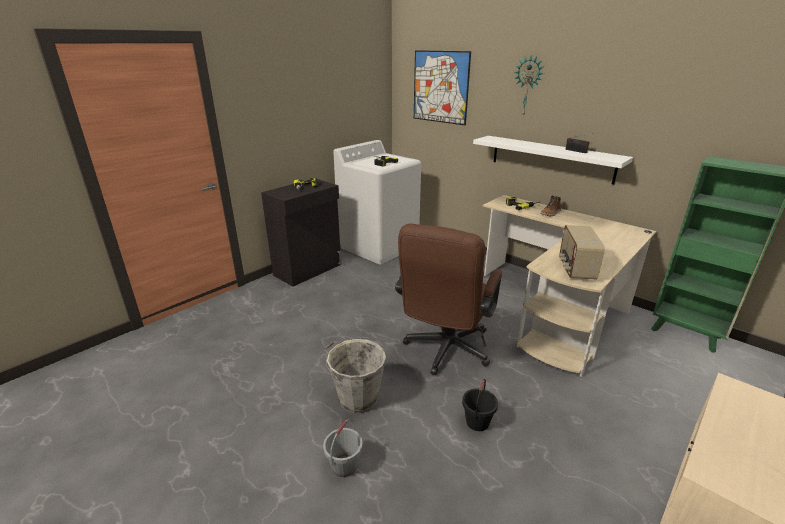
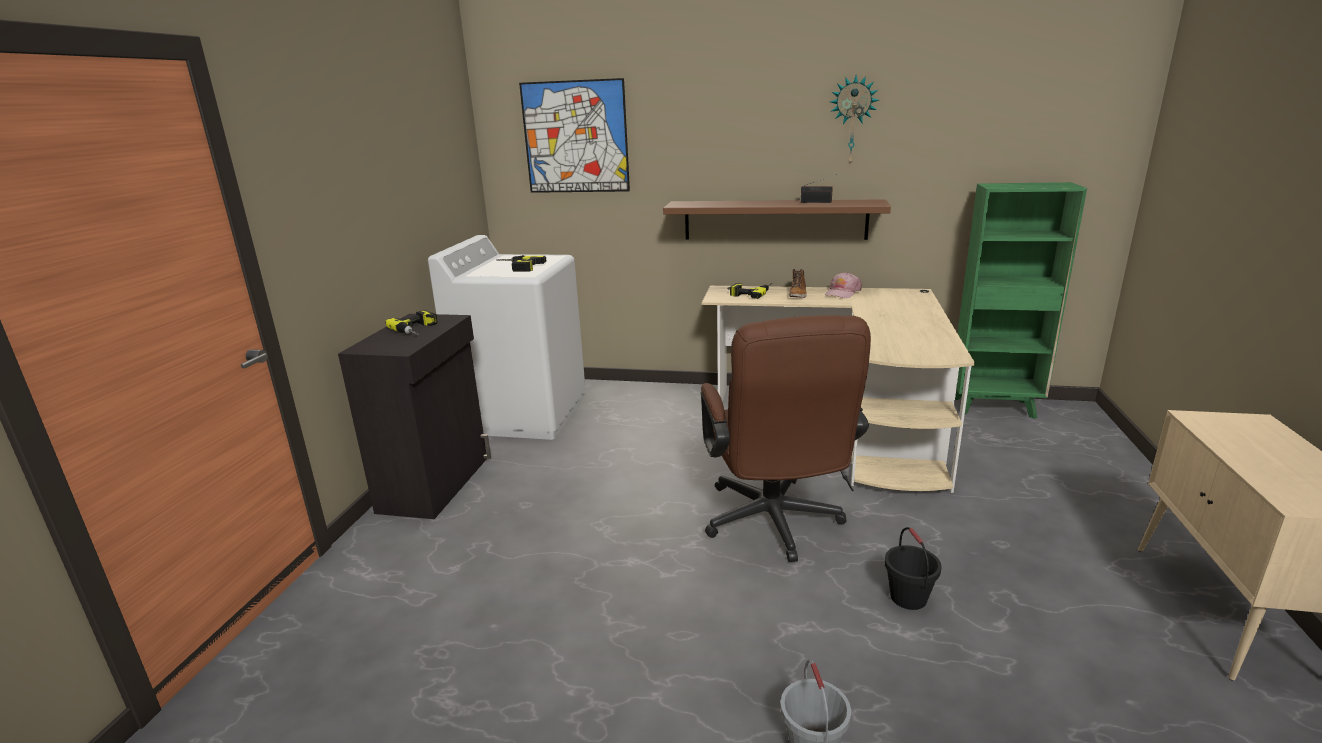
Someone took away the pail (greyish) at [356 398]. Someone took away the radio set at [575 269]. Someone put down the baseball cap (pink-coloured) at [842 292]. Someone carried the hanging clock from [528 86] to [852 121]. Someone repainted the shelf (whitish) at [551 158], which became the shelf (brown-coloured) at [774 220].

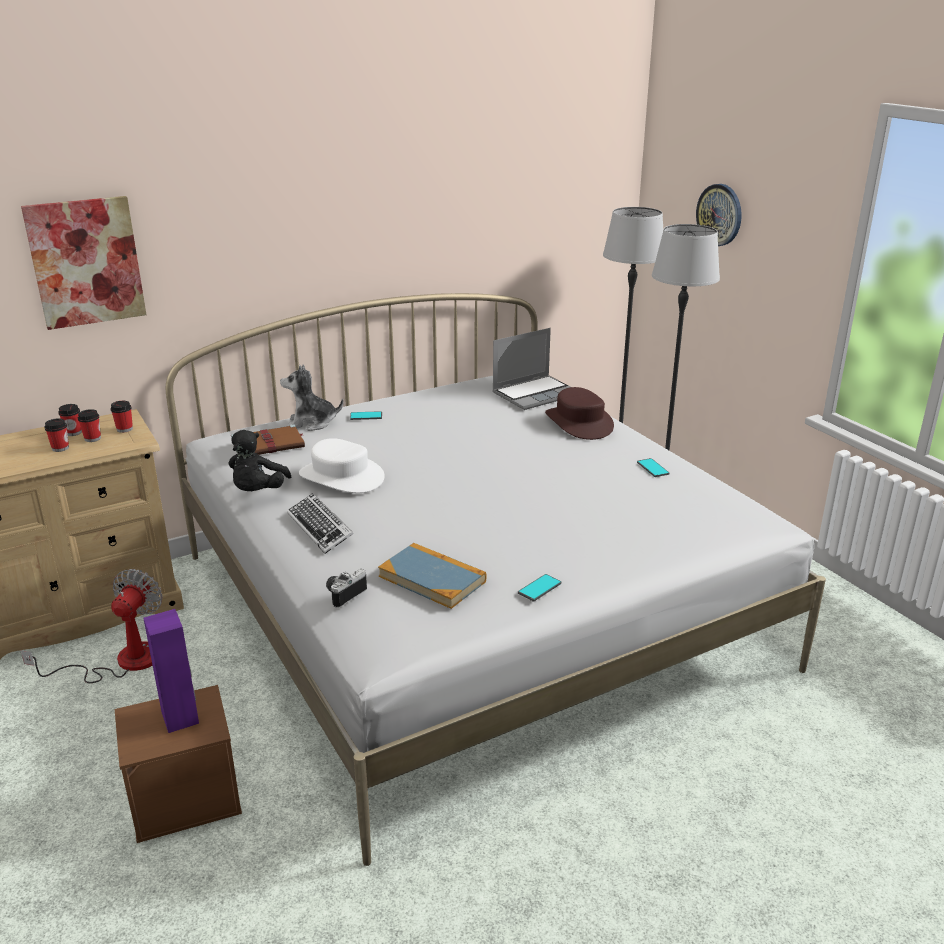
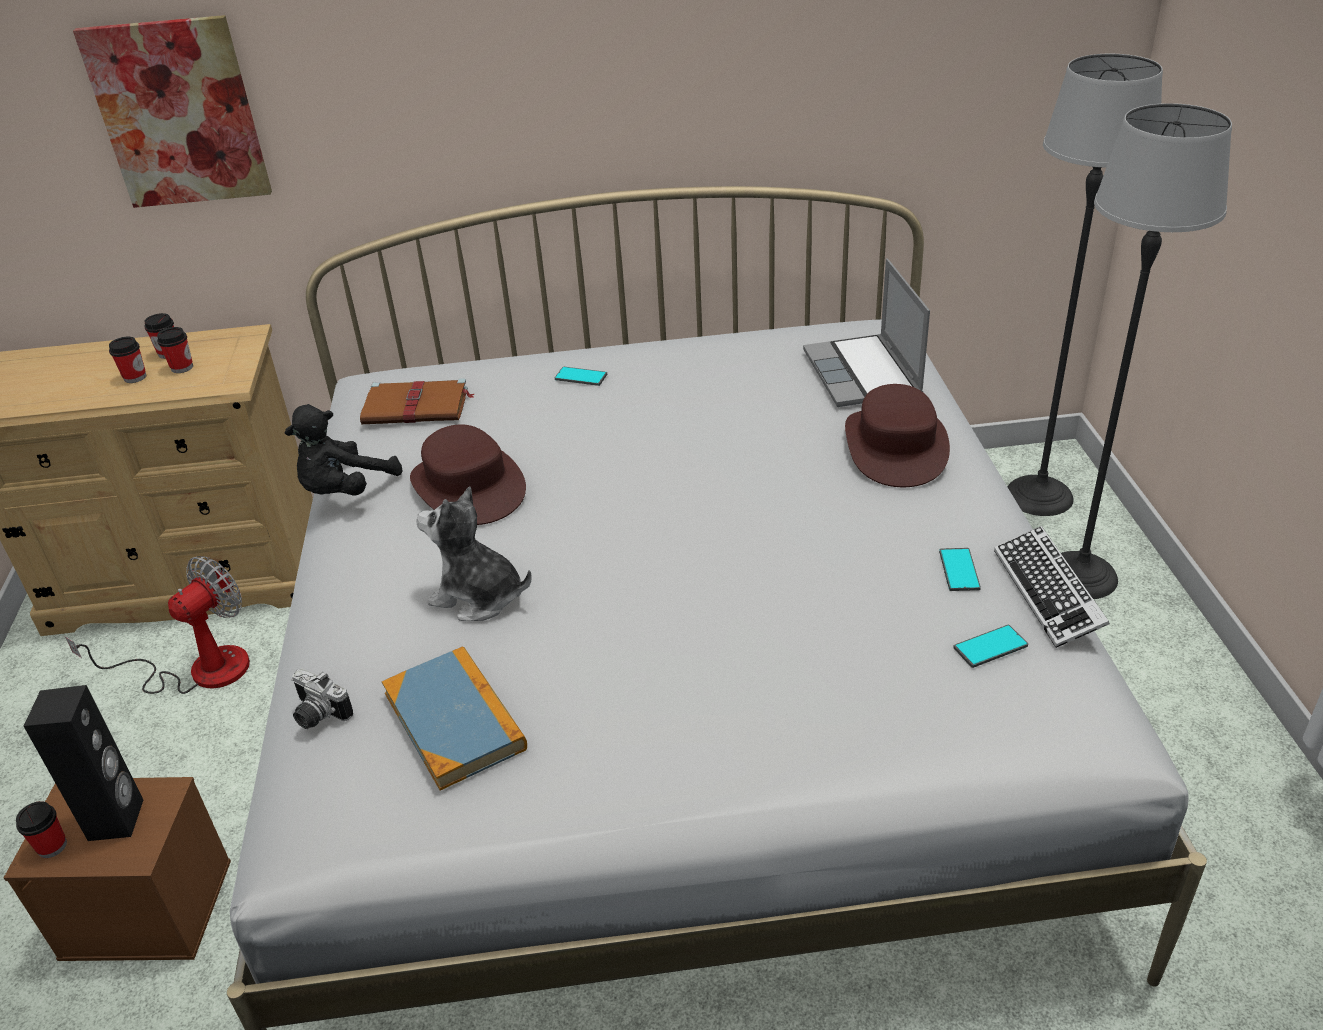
Someone took away the hanging clock at [719 214]. Someone carried the cup from [124 429] to [52 846]. Someone carried the plush toy from [311 423] to [478 597]. Someone carried the keyboard from [320 528] to [1048 593]. Someone carried the telephone from [539 588] to [990 647]. Someone repainted the speaker (purple) at [181 717], which became the speaker (black) at [117 820]. Someone repainted the hat (whitish) at [341 477], which became the hat (brown-coloured) at [467 487]. Someone rotated the still camera at [343 594] by 120 degrees counterclockwise. Someone rotated the notebook computer at [535 394] by 90 degrees clockwise.

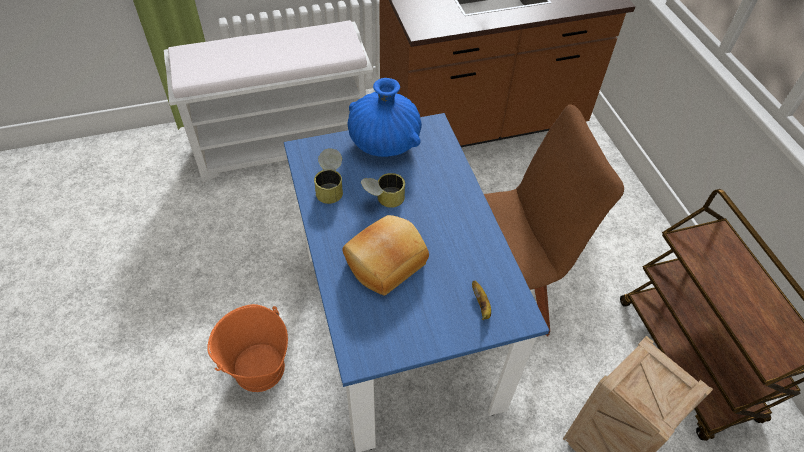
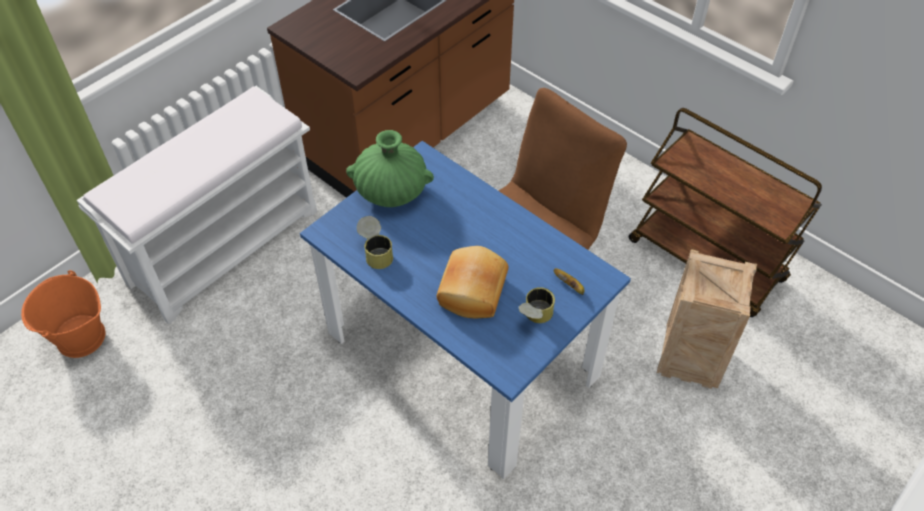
Someone carried the pail (orangey) from [258 369] to [80 338]. Someone carried the sealed can from [383 200] to [534 318]. Someone repainted the vase (blue) at [384 142], which became the vase (green) at [391 191].

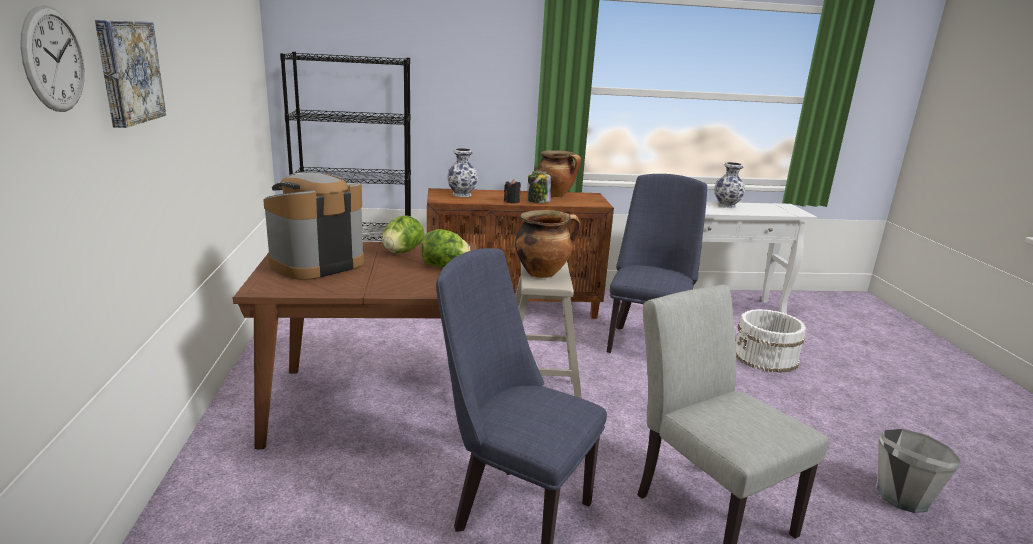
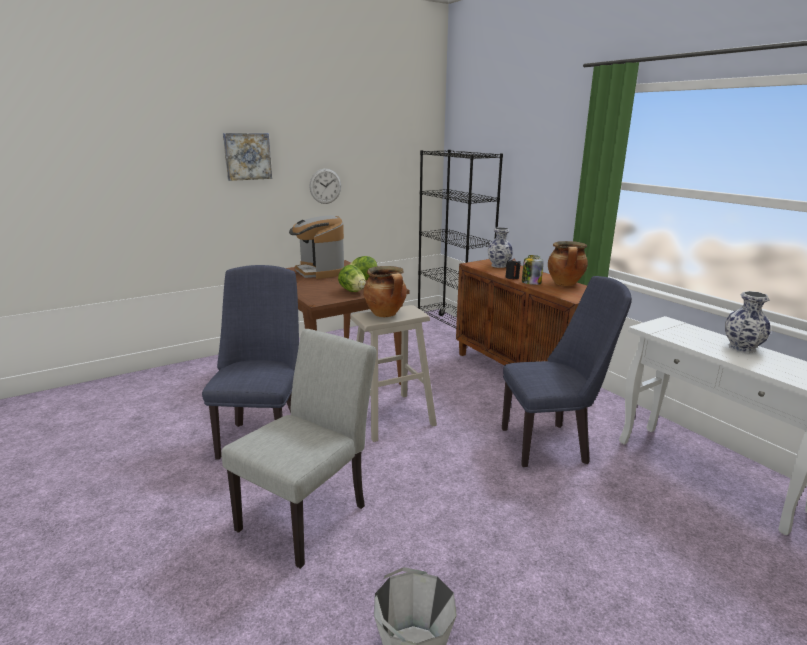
Someone took away the pail (whitish) at [765 357]. Someone carried the hanging clock from [53 59] to [325 186]. Someone rotated the coffee maker at [316 264] by 135 degrees counterclockwise.

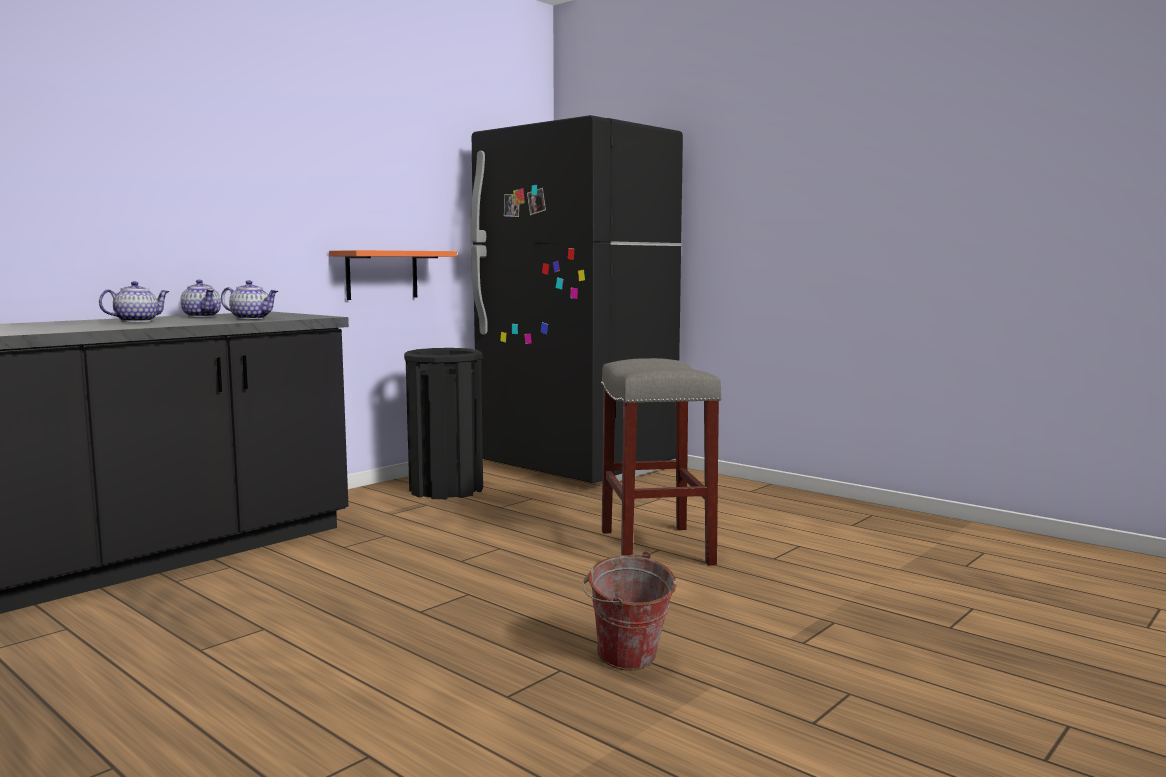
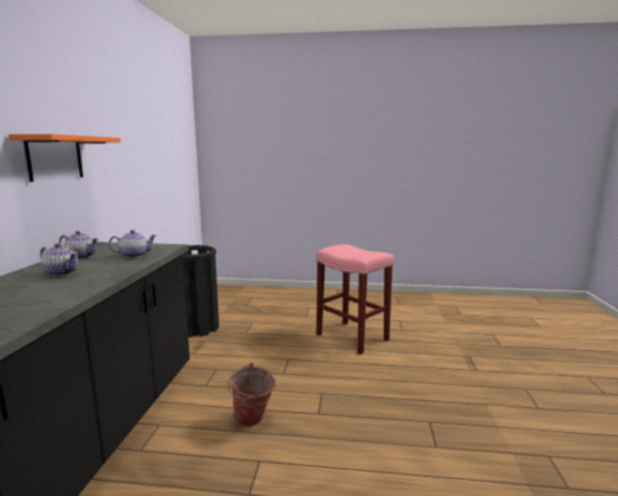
Someone took away the refrigerator (black) at [577 467]. Someone carried the shelf (orangey) from [382 274] to [55 158]. Someone carried the pail from [628 664] to [252 421]. Someone repainted the stool (greyish) at [657 548], which became the stool (pink-coloured) at [353 337]. Someone rotated the pot for tea at [137 321] by 105 degrees clockwise.

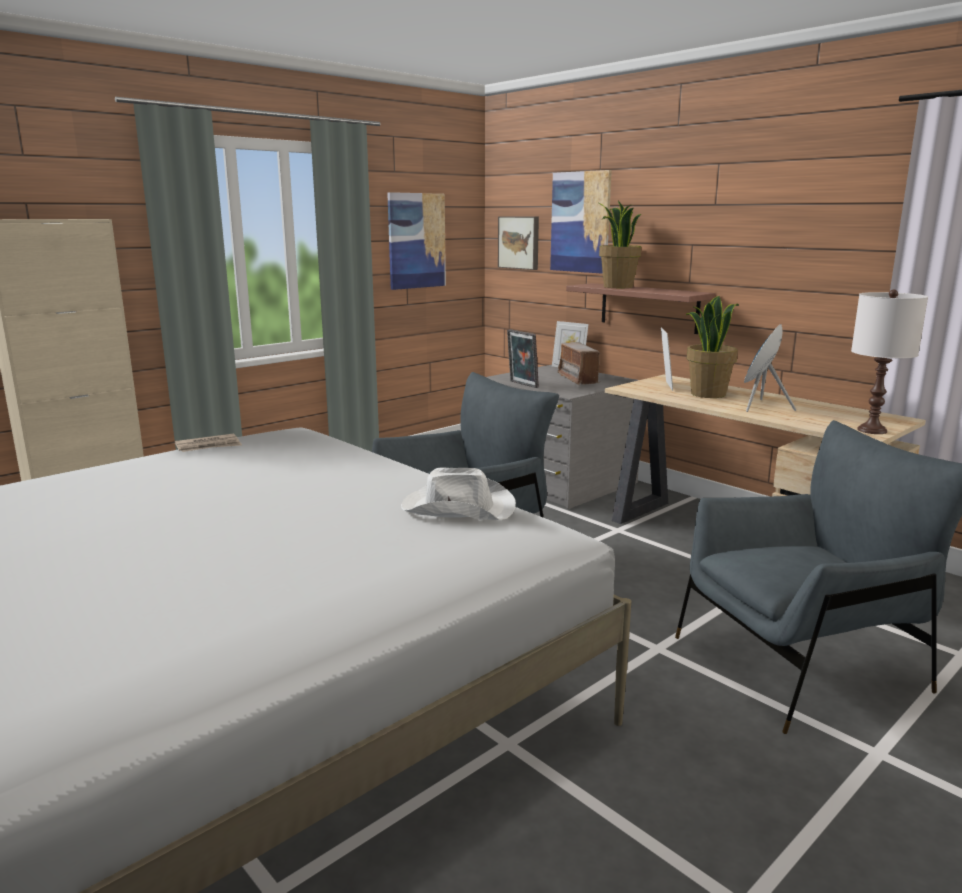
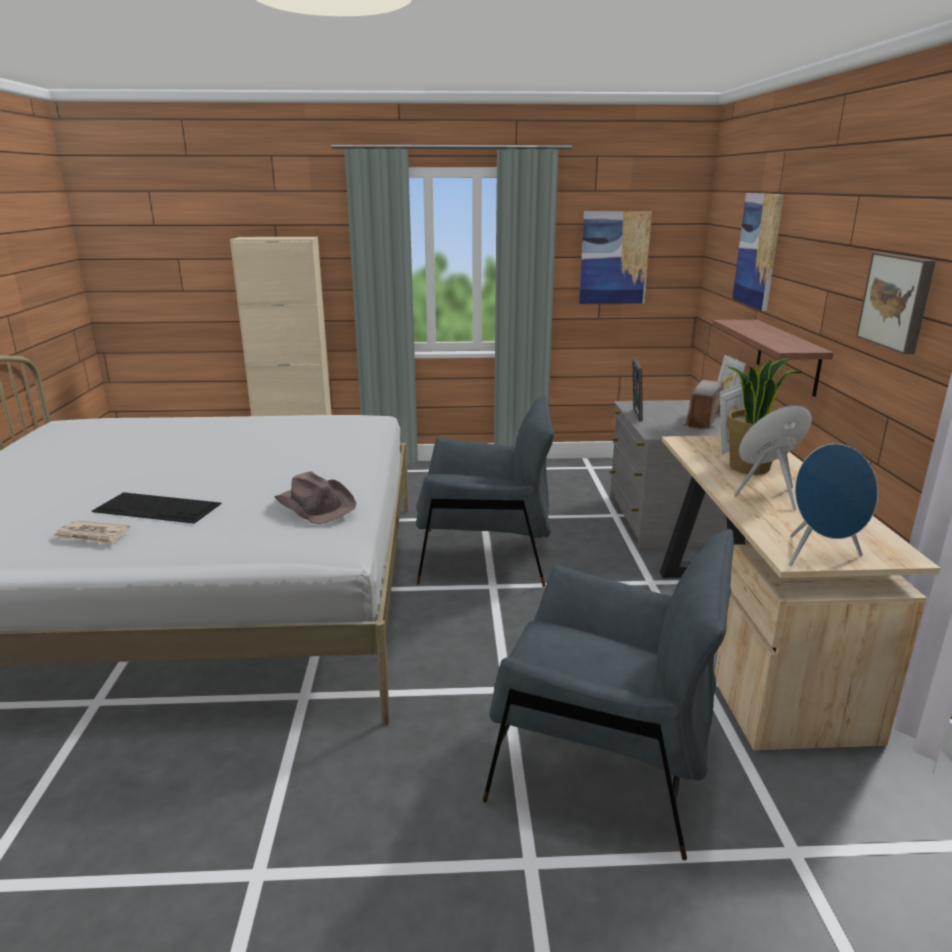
Someone took away the houseplant at [617 287]. Someone put down the keyboard at [158 507]. Someone carried the printed paper from [209 446] to [92 536]. Someone carried the wall art from [519 242] to [898 301]. Someone swapped the tabletop lamp (whitish) at [871 430] for the speaker (blue) at [820 556]. Someone repainted the hat (whitish) at [457 507], which became the hat (brown-coloured) at [316 505].

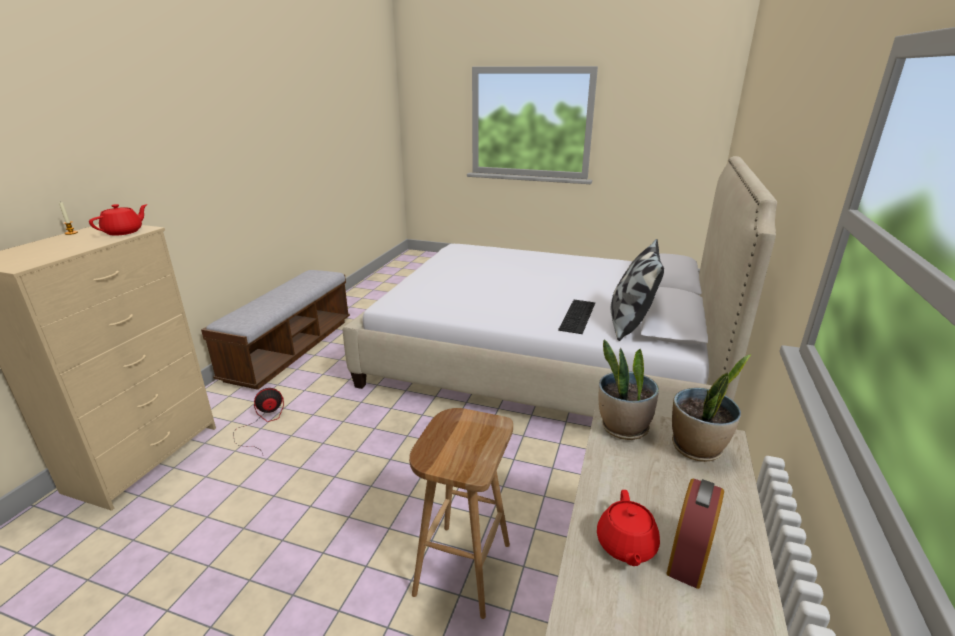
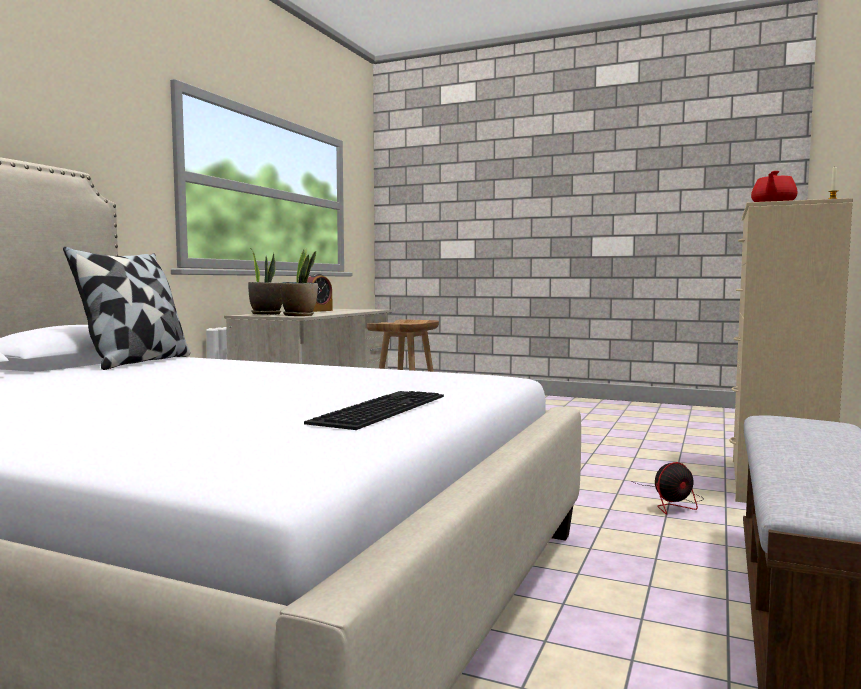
Someone took away the pot for tea (red-coloured) at [625 546]. Someone carried the keyboard from [579 316] to [378 408].

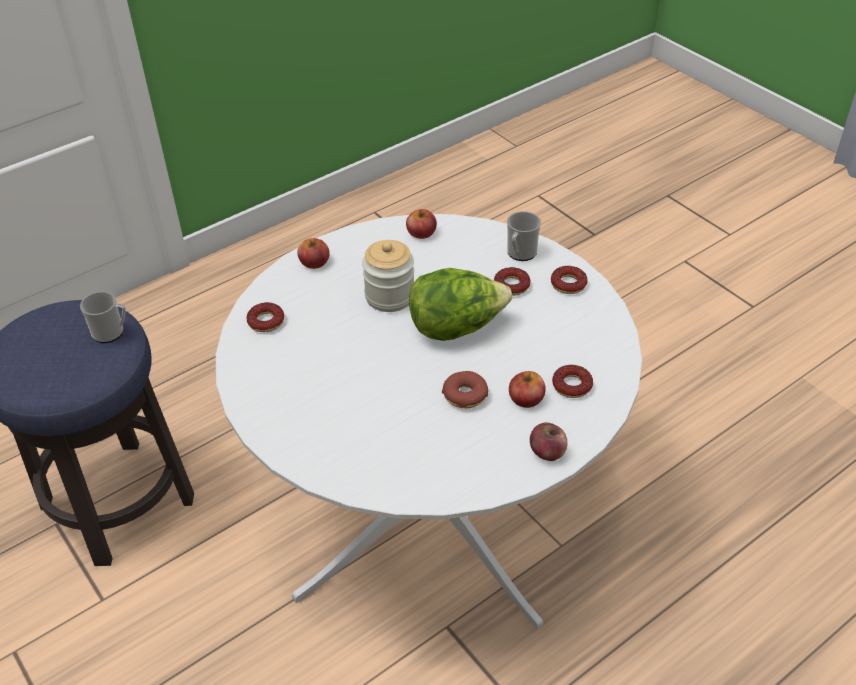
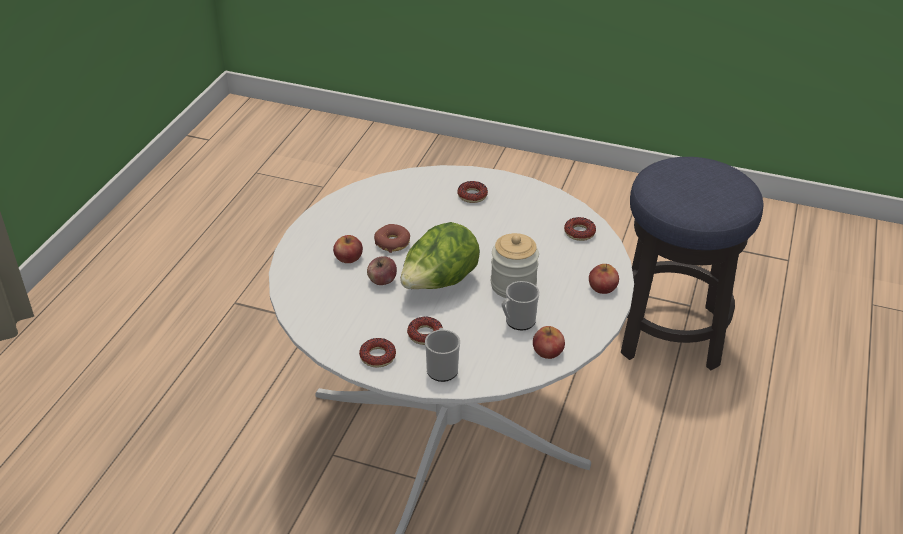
Someone carried the coffee mug from [111 332] to [517 322]. Someone carried the apple from [547 452] to [382 281]. Someone carried the doughnut from [572 385] to [472 195].

